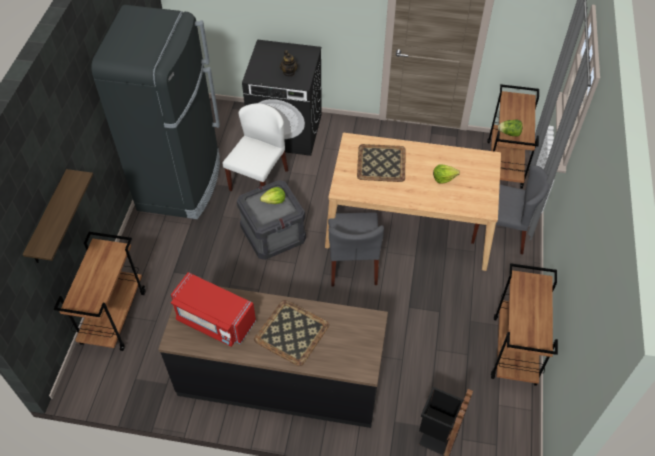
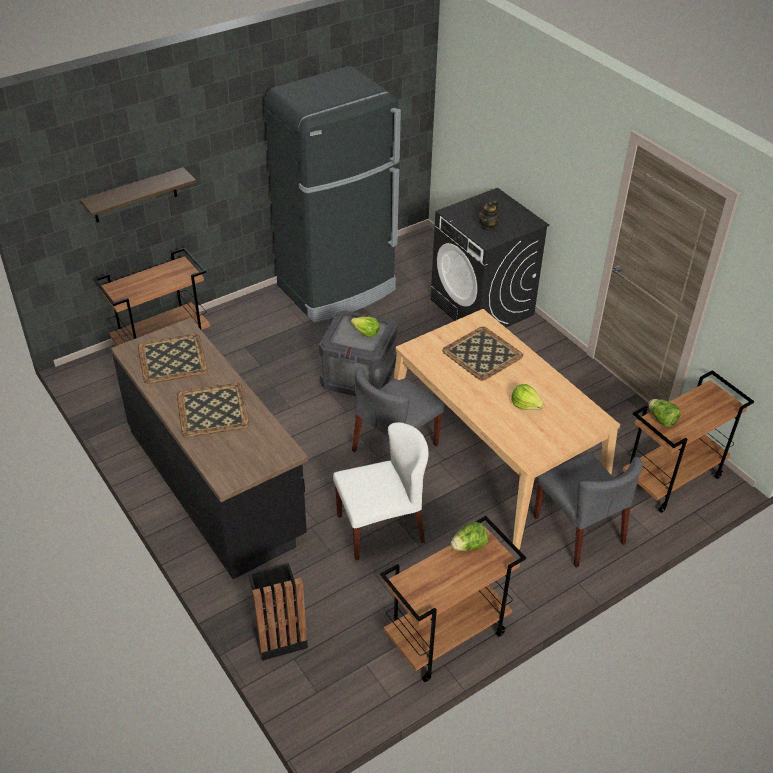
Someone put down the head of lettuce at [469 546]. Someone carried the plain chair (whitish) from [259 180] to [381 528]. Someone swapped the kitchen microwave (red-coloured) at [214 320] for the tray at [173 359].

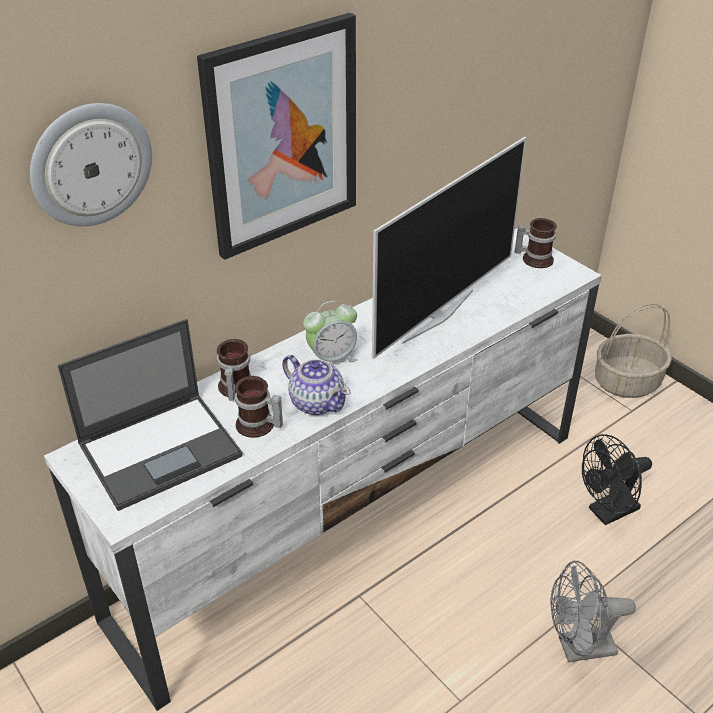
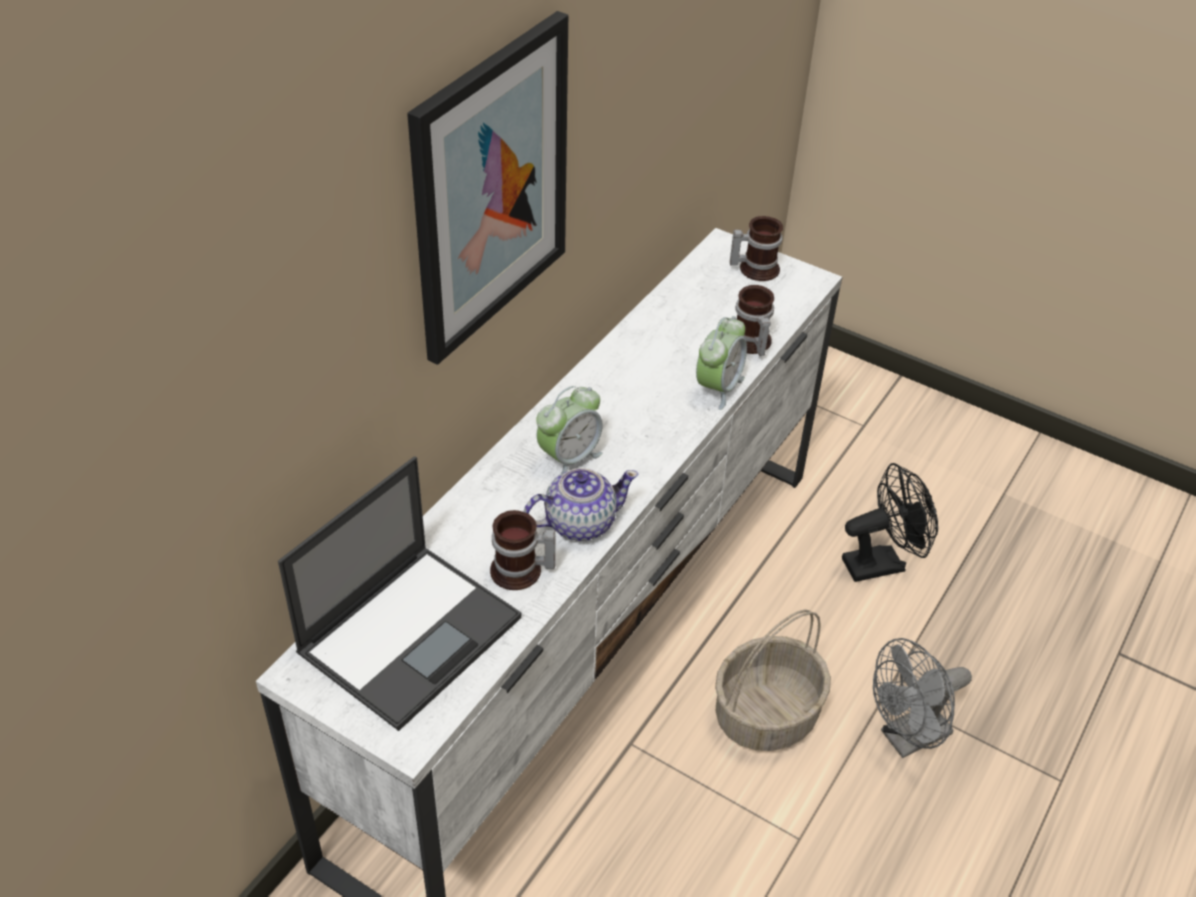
Someone took away the hanging clock at [91 164]. Someone took away the television at [437 315]. Someone put down the alarm clock at [718 388]. Someone carried the coffee mug from [234 388] to [749 343]. Someone carried the storage basket from [627 382] to [766 713]. Someone rotated the pot for tea at [316 402] by 45 degrees counterclockwise. Someone rotated the cooling fan (black) at [608 512] by 150 degrees counterclockwise.

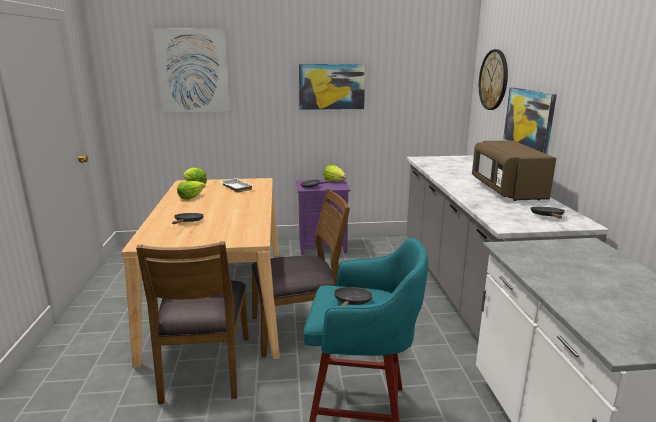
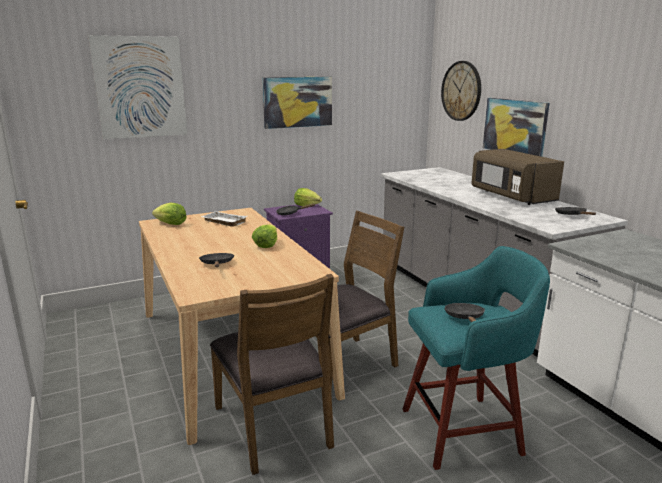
Someone carried the head of lettuce from [191 197] to [266 244].

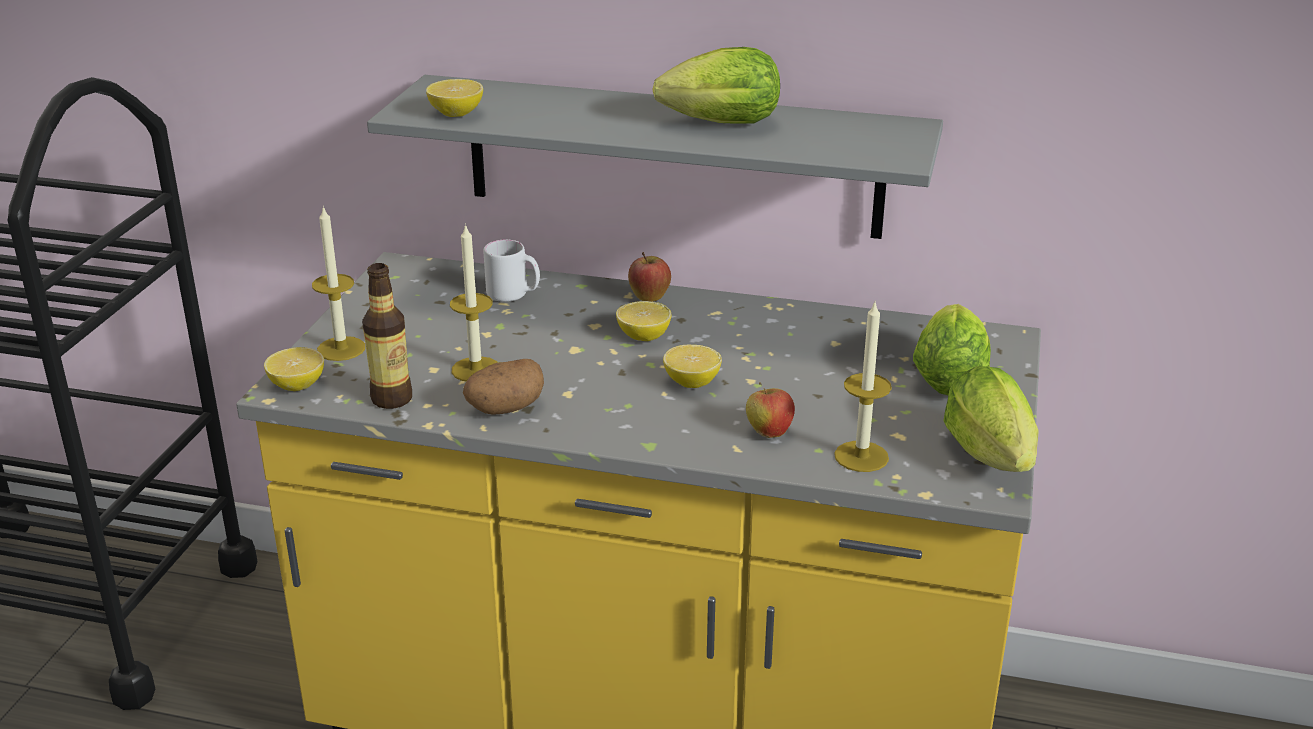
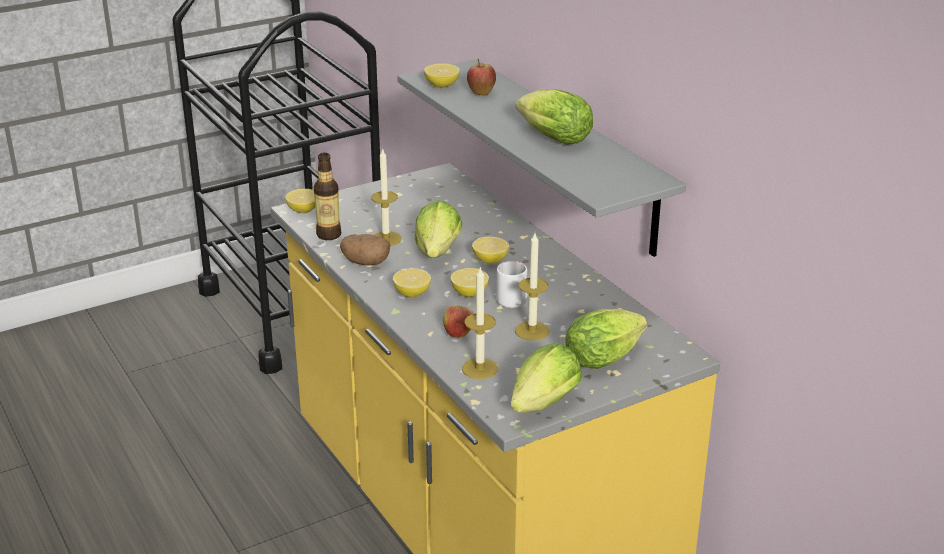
Someone put down the whole lemon at [412 293]. Someone put down the head of lettuce at [437 254]. Someone carried the candle from [341 349] to [532 331]. Someone carried the coffee mug (whitish) from [514 295] to [514 304]. Someone carried the apple from [649 299] to [481 93].

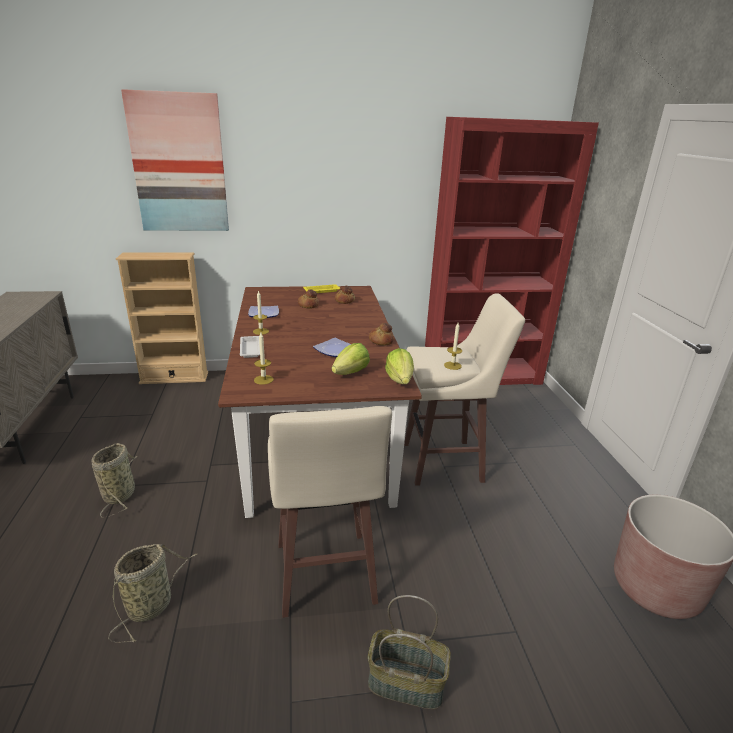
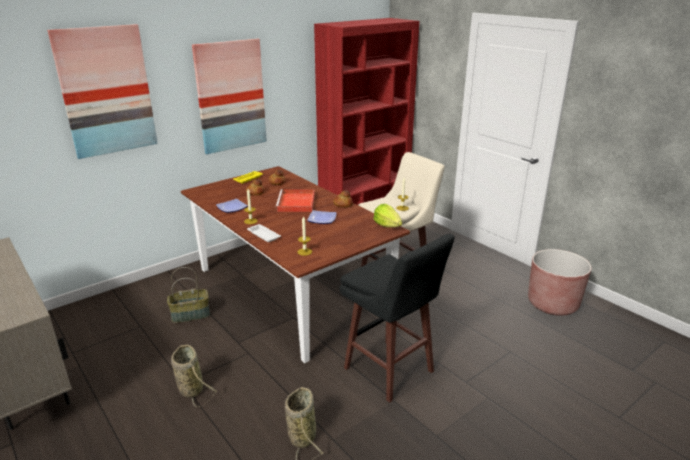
Someone took away the shelving unit (sand-coloured) at [174 378]. Someone took away the head of lettuce at [351 372]. Someone put up the wall art at [230 96]. Someone put down the tray (red-coloured) at [296 203]. Someone carried the storage basket from [407 682] to [191 315]. Someone repainted the stool (sand-coloured) at [324 576], which became the stool (black) at [390 371].

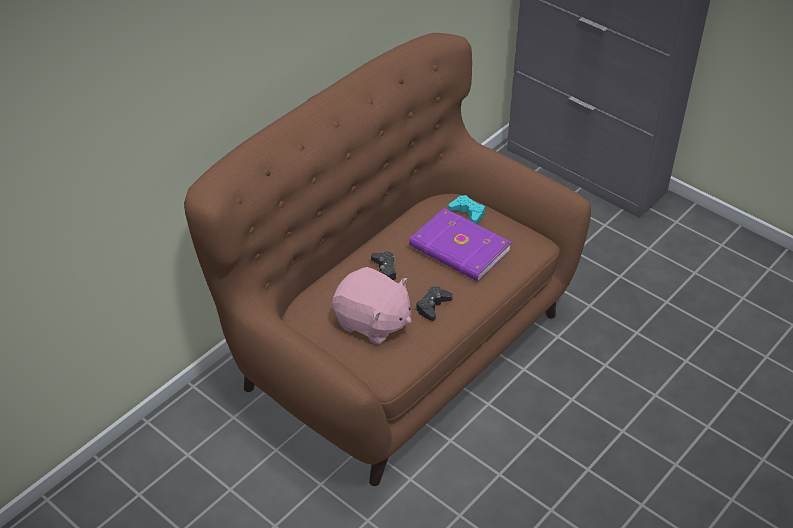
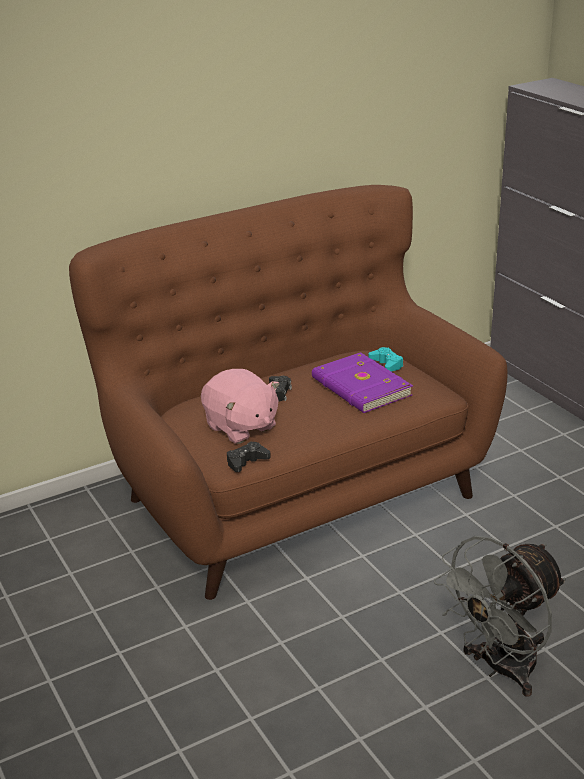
Someone put down the cooling fan (greyish) at [500 669]. Someone carried the gamepad (black) from [433 306] to [246 461].

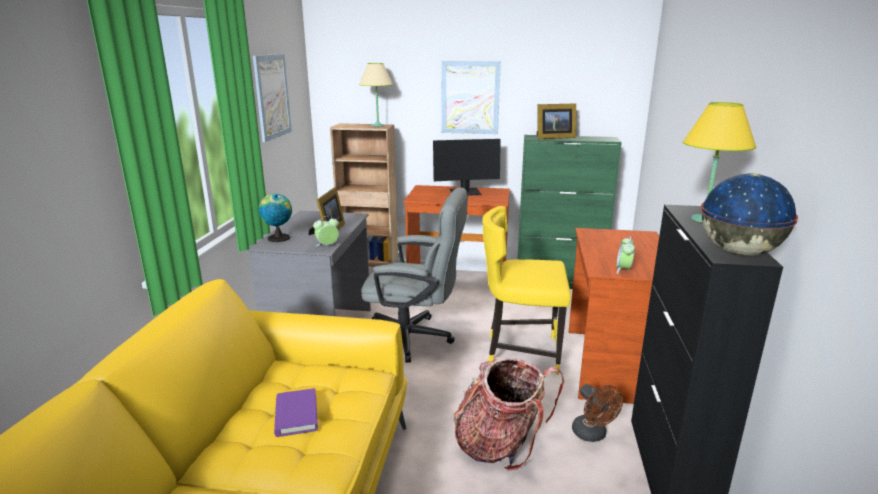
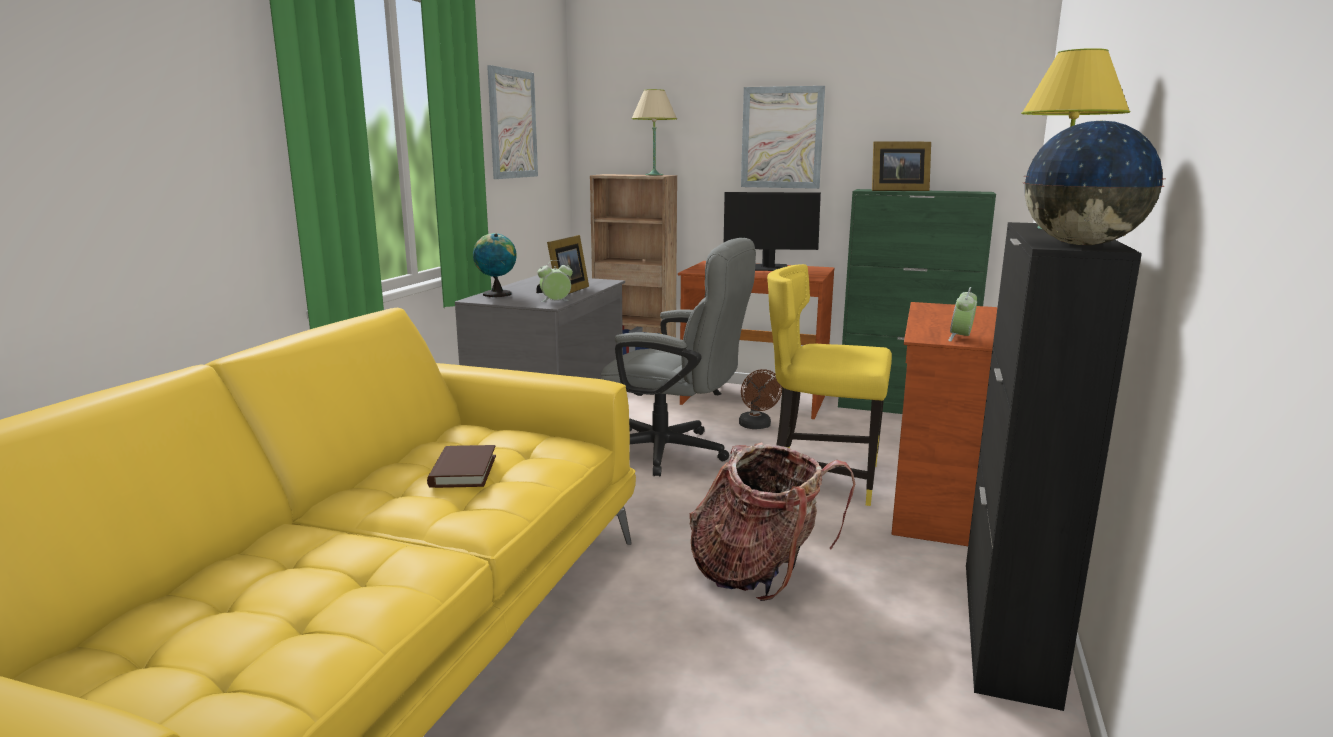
Someone carried the cooling fan (brown-coloured) from [592 435] to [756 426]. Someone repainted the bound book (purple) at [296 415], which became the bound book (brown-coloured) at [463 471].

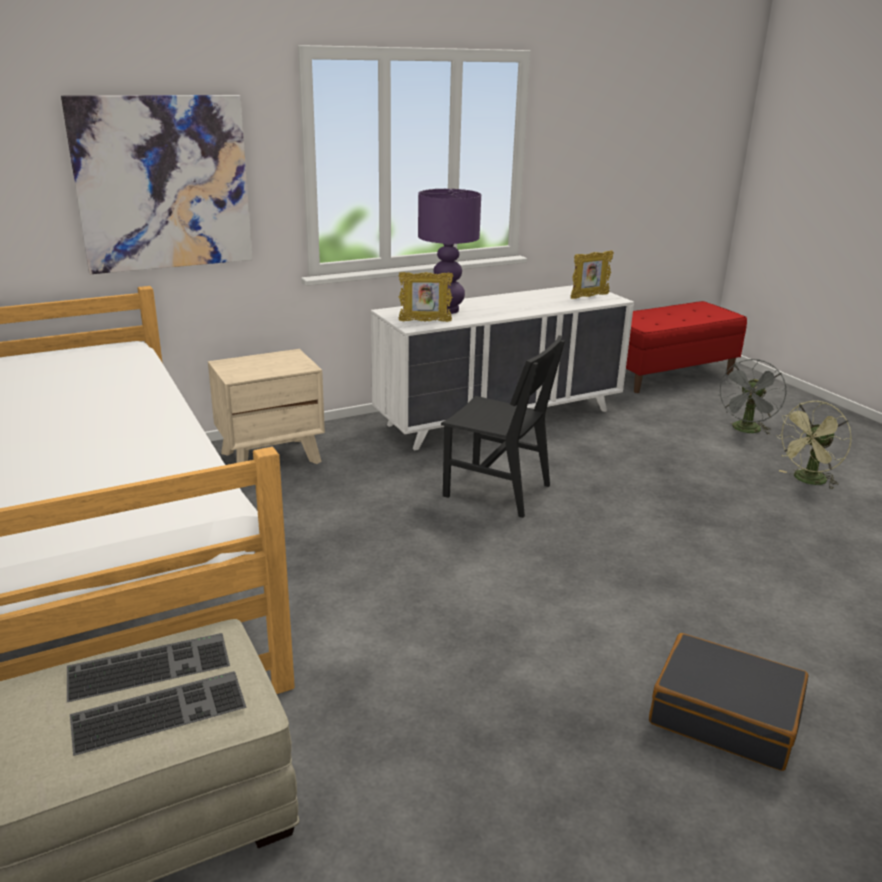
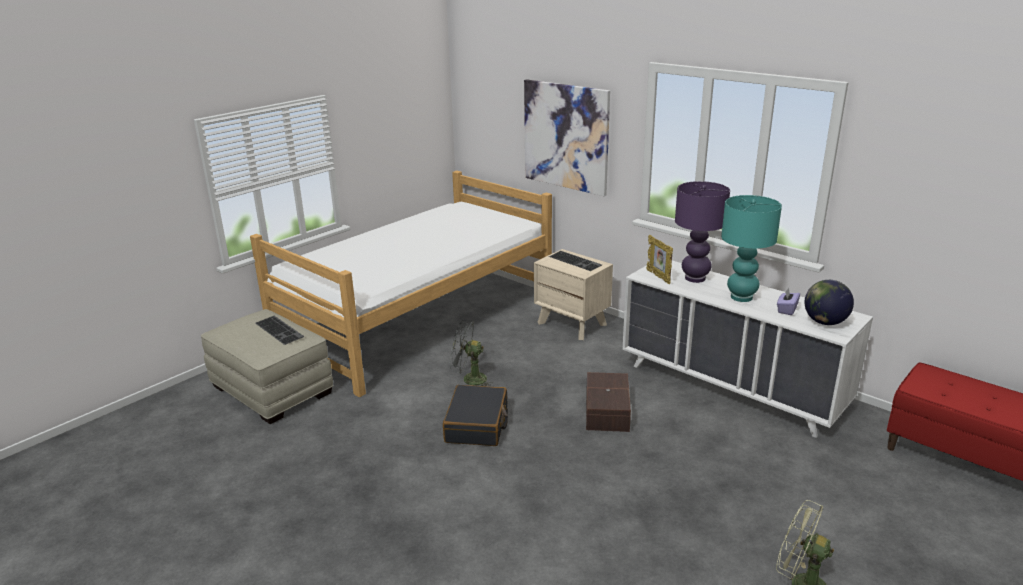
Someone put down the tabletop lamp (turquoise) at [741 297]. Someone put down the tissue box (purple) at [786 310]. Someone carried the keyboard from [160 709] to [576 261]. Someone carried the piece of luggage (black) from [724 715] to [477 425]. Someone carried the cooling fan (greyish) from [746 430] to [469 379]. Someone swapped the plain chair (black) at [497 491] for the storage box (brown-coloured) at [605 411]. Someone swapped the standing frame at [589 296] for the world globe at [825 322].

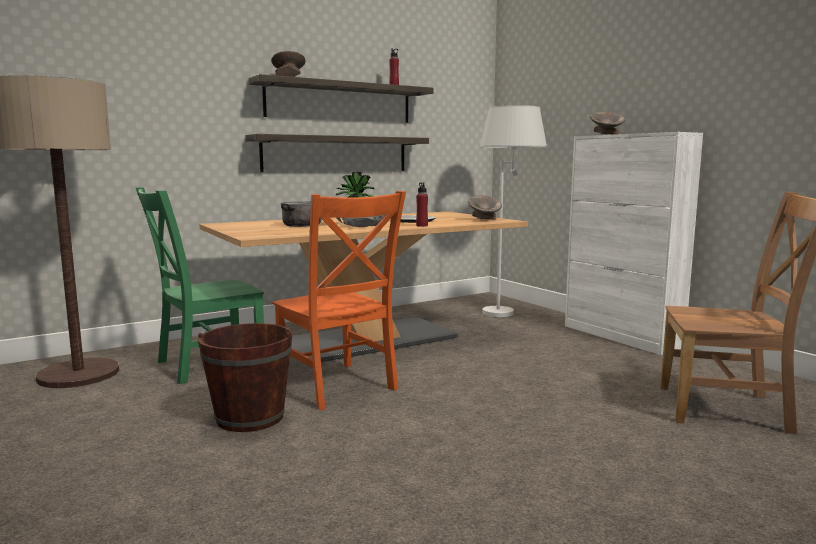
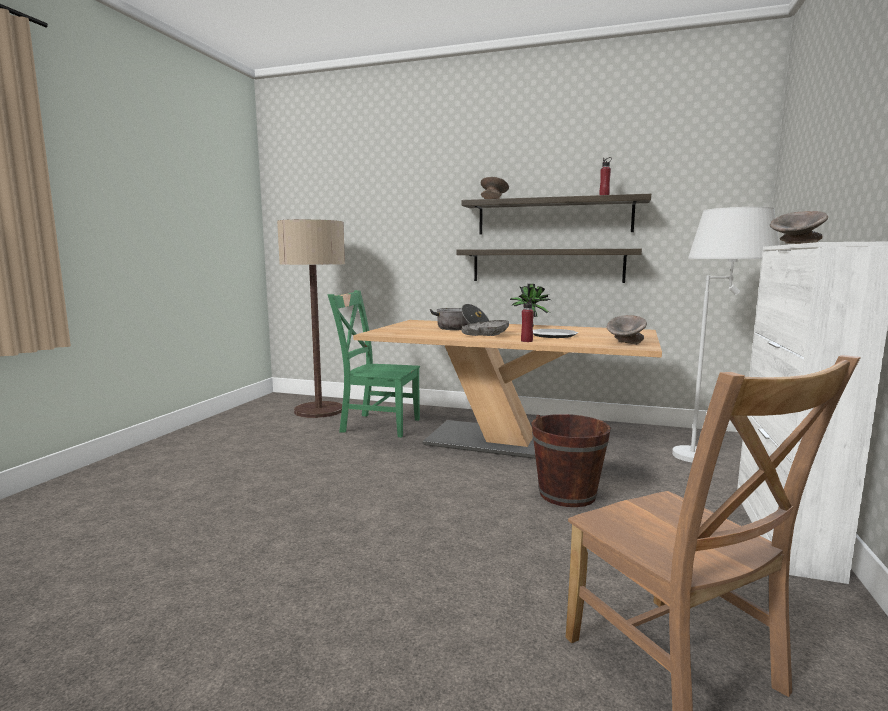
Someone took away the plain chair (orangey) at [338 387]. Someone carried the pail (brown-coloured) from [250 417] to [567 494].

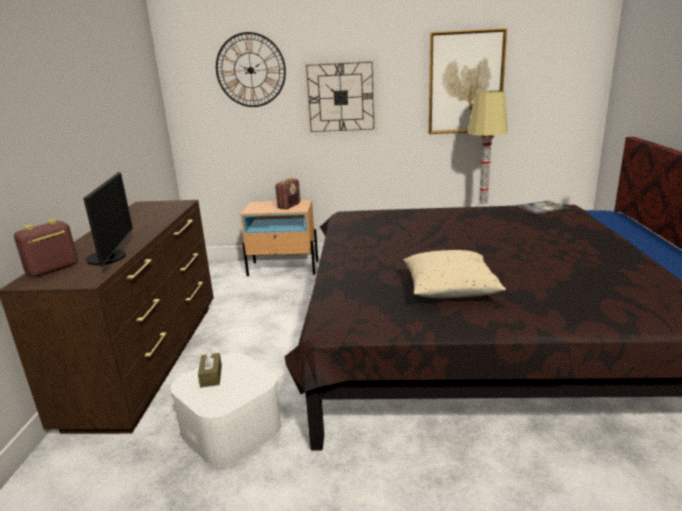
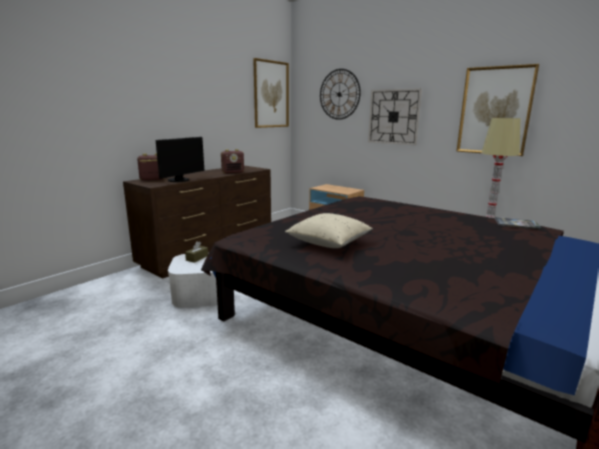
Someone put up the wall art at [271 94]. Someone carried the radio set from [289 206] to [233 172].

